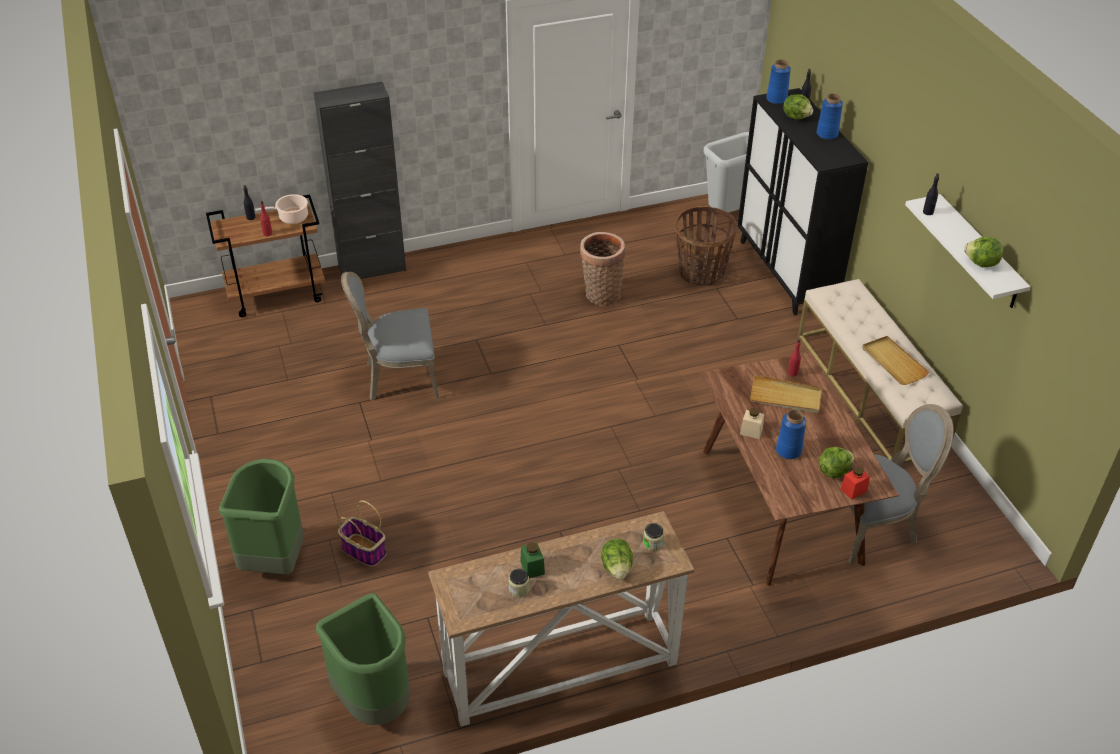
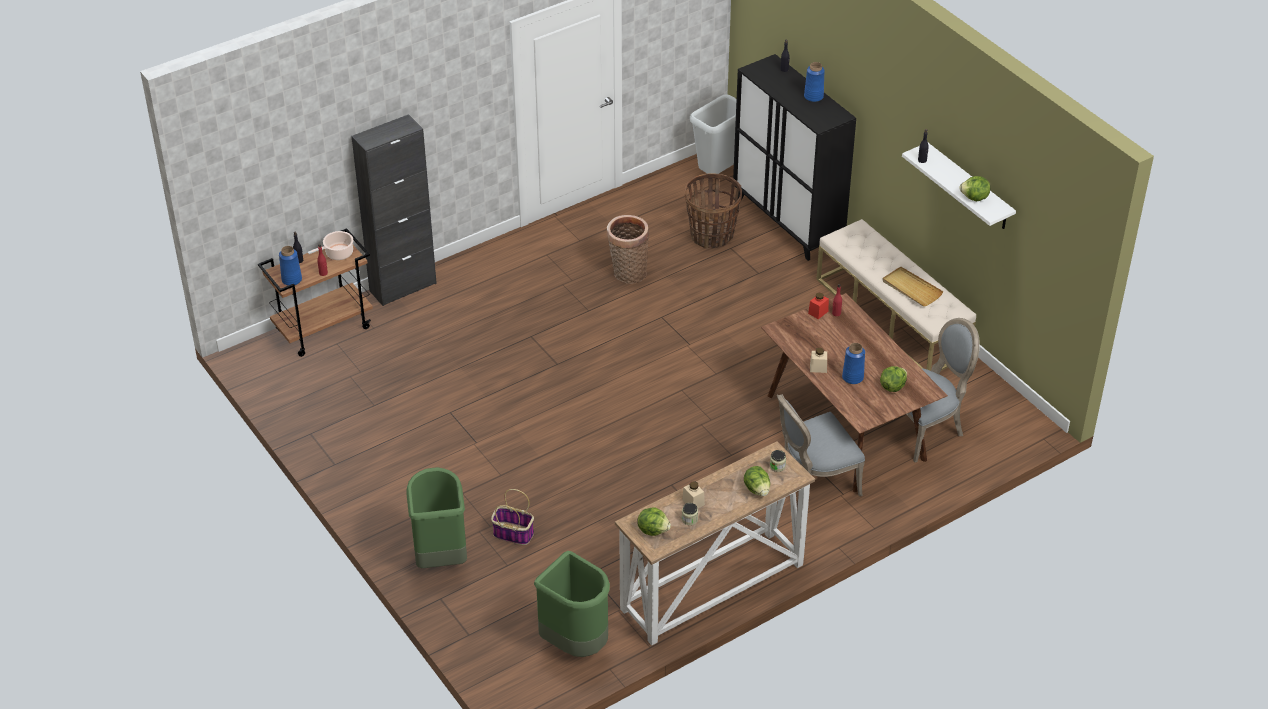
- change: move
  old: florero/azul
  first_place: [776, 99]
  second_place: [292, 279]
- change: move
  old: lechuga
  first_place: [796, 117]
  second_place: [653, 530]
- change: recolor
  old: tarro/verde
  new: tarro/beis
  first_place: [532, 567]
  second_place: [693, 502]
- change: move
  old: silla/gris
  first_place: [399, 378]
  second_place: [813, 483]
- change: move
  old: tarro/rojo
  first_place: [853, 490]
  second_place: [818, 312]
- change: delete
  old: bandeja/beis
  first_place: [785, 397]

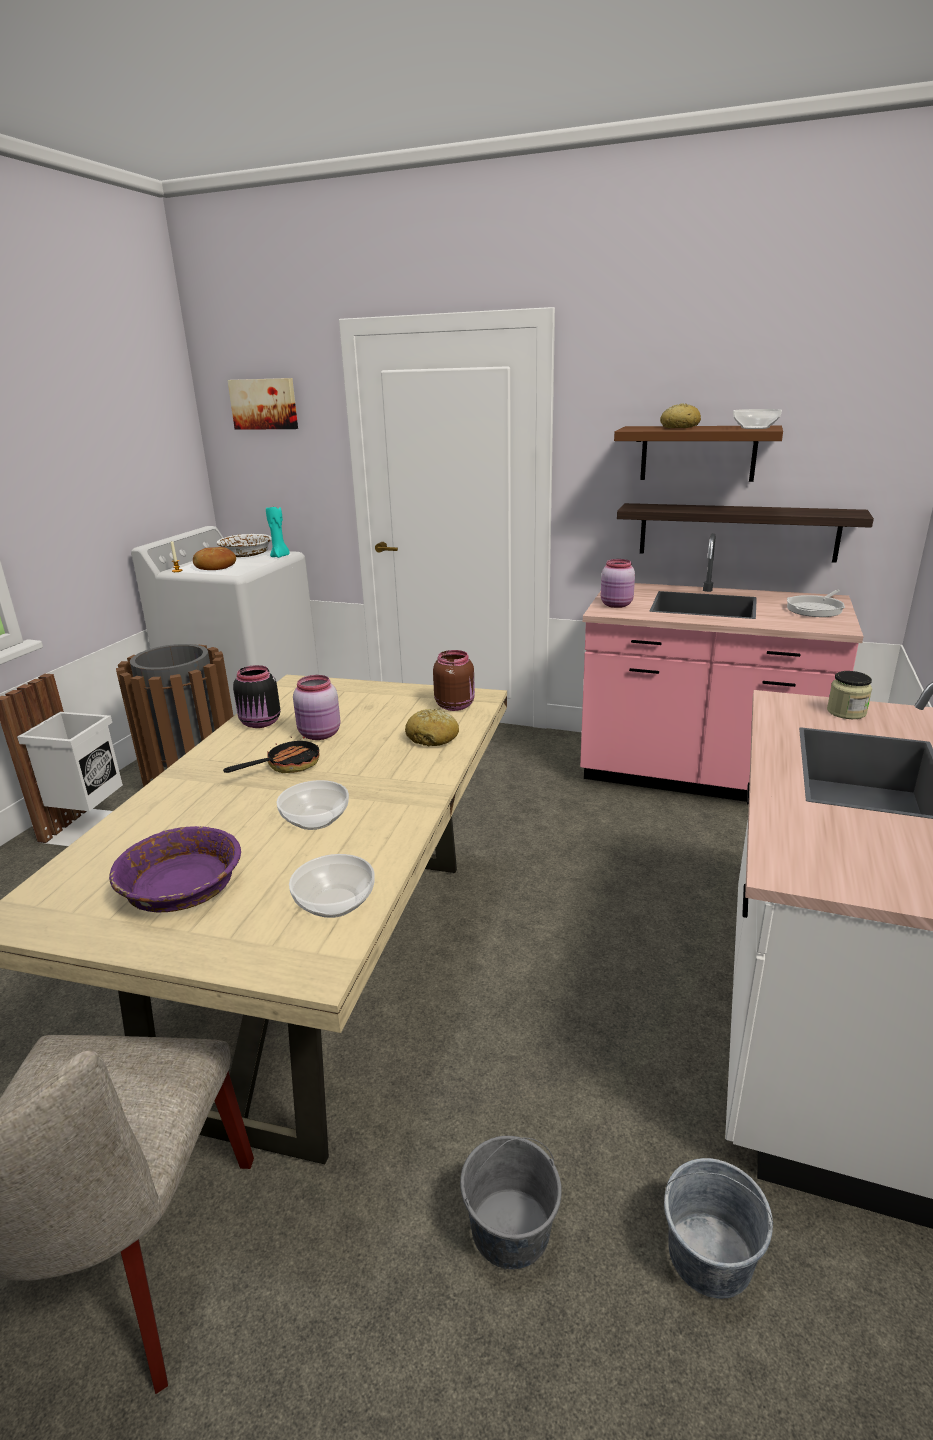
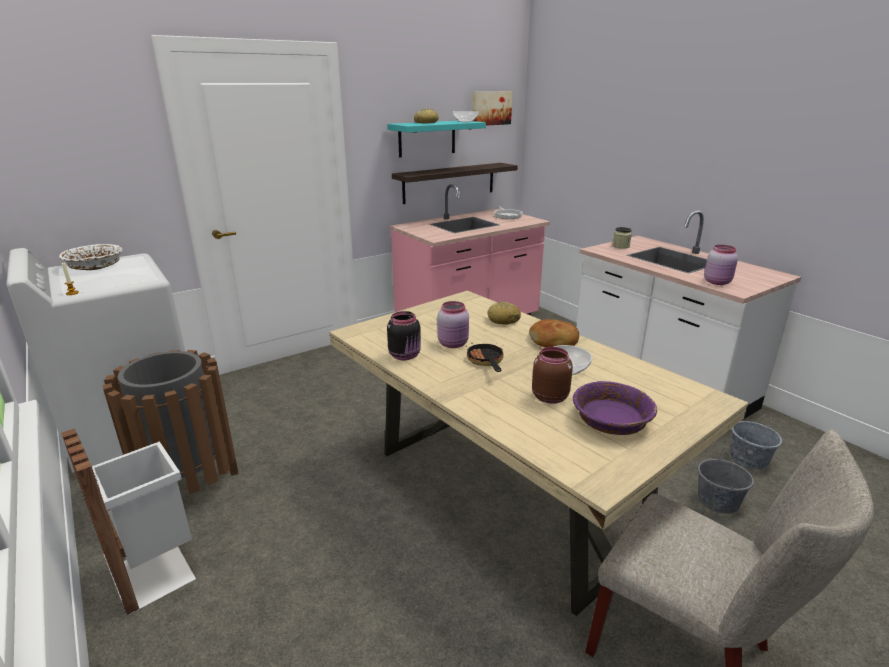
- change: recolor
  old: estante/marrón
  new: estante/turquesa
  first_place: [698, 453]
  second_place: [427, 138]
- change: move
  old: cuadro
  first_place: [264, 404]
  second_place: [490, 108]
- change: move
  old: pan
  first_place: [215, 567]
  second_place: [554, 342]
- change: move
  old: tarro/marrón
  first_place: [455, 705]
  second_place: [549, 397]
- change: move
  old: tarro/rosa
  first_place: [617, 605]
  second_place: [718, 282]
- change: delete
  old: vela/turquesa
  first_place: [280, 556]
- change: delete
  old: cuenco
  first_place: [336, 903]

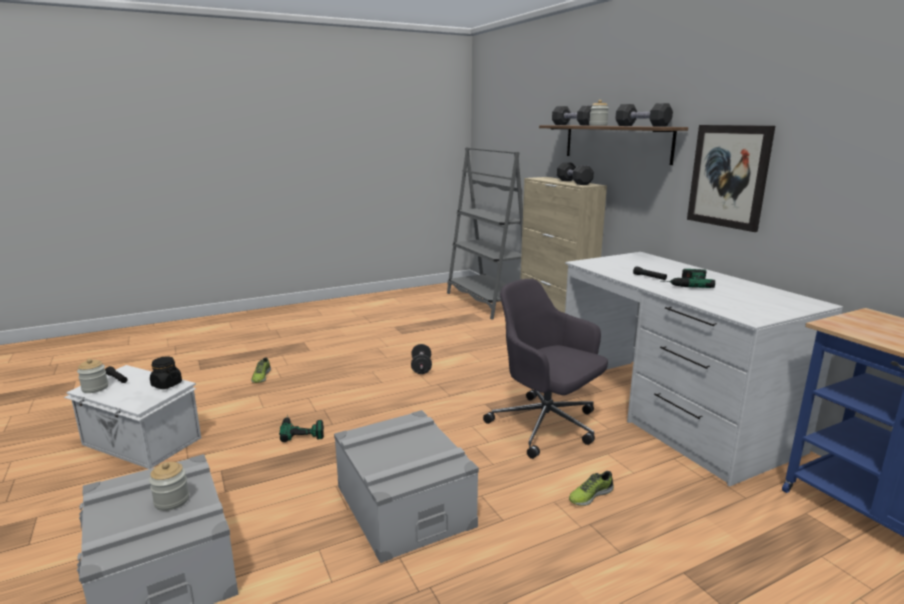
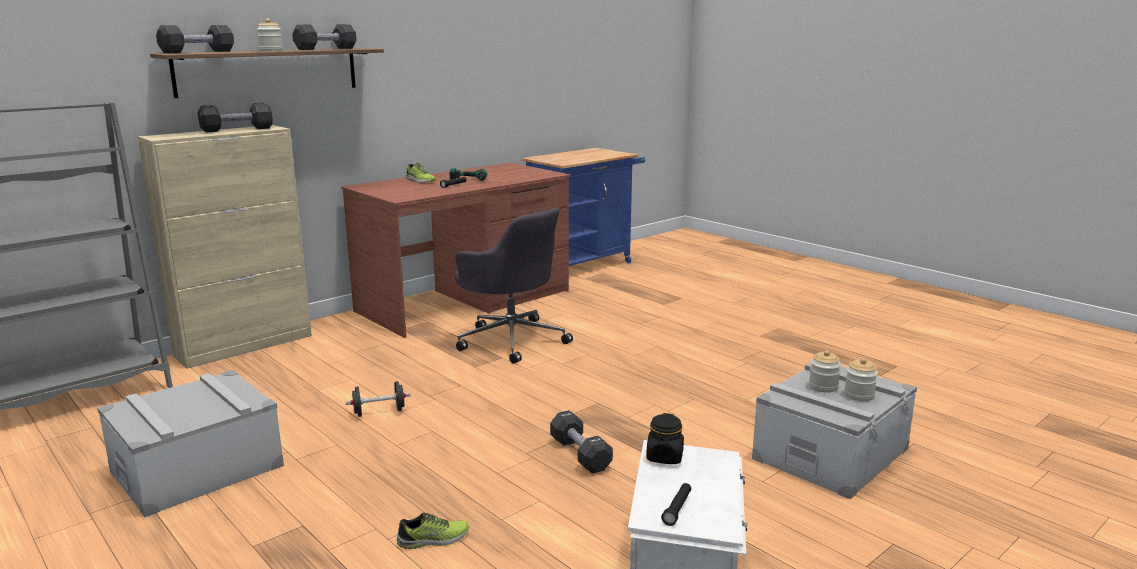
- change: move
  old: caja de almacenaje/gris
  first_place: [404, 506]
  second_place: [197, 469]
- change: recolor
  old: escritorio/blanco
  new: escritorio/marrón
  first_place: [669, 412]
  second_place: [465, 301]
- change: move
  old: zapato
  first_place: [590, 495]
  second_place: [420, 181]
- change: rotate
  old: silla de oficina/gris
  first_place: [546, 426]
  second_place: [511, 339]
  degrees: -75
- change: replace
  old: taladro
  new: mancuerna/negro
  first_place: [302, 428]
  second_place: [580, 454]
- change: move
  old: tarro
  first_place: [95, 388]
  second_place: [859, 395]
- change: delete
  old: cuadro
  first_place: [728, 176]

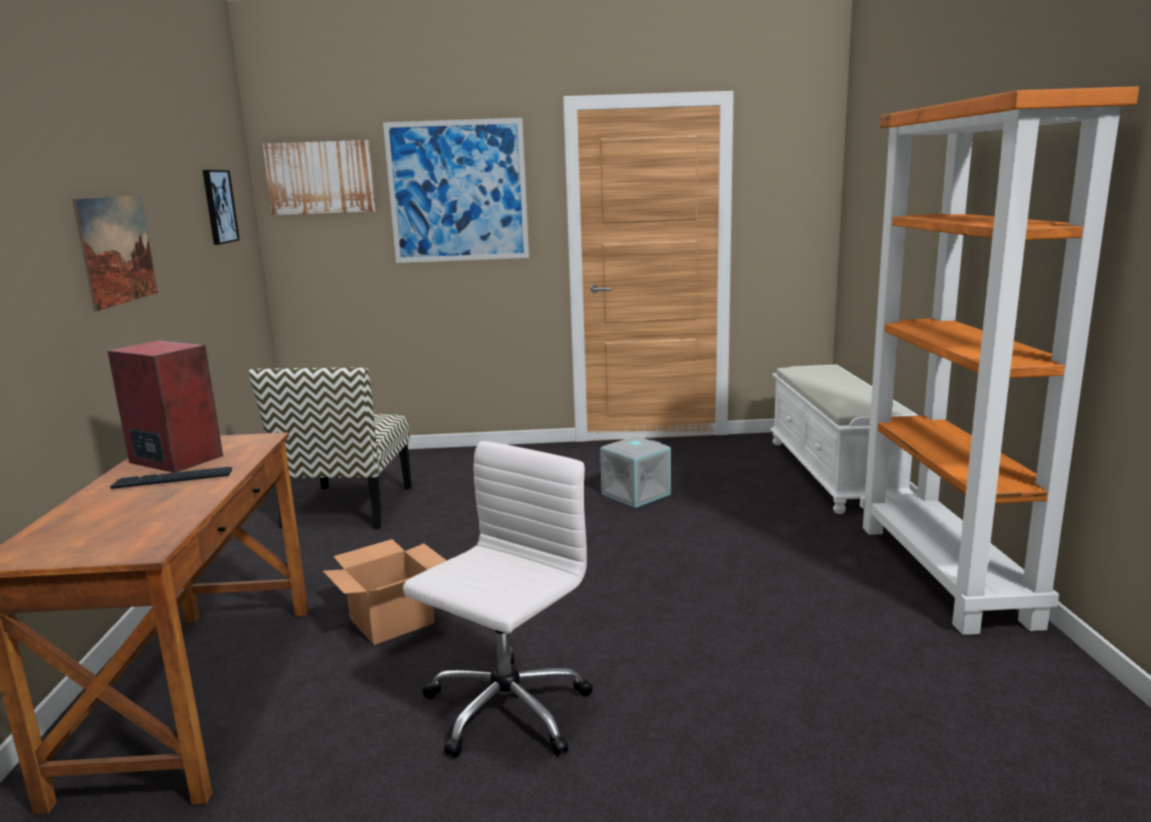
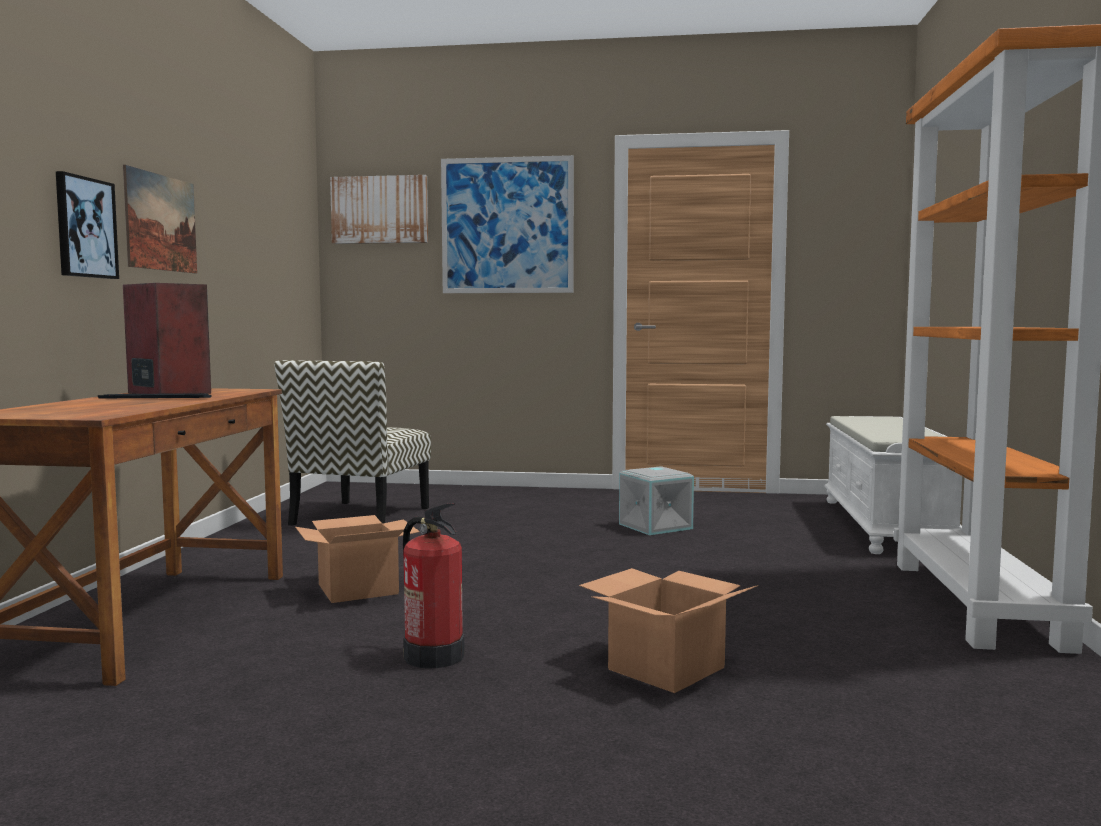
- change: move
  old: cuadro
  first_place: [219, 206]
  second_place: [85, 227]
- change: replace
  old: silla de oficina/blanco
  new: extintor
  first_place: [504, 711]
  second_place: [433, 656]
- change: insert
  new: caja de cartón
  second_place: [666, 669]

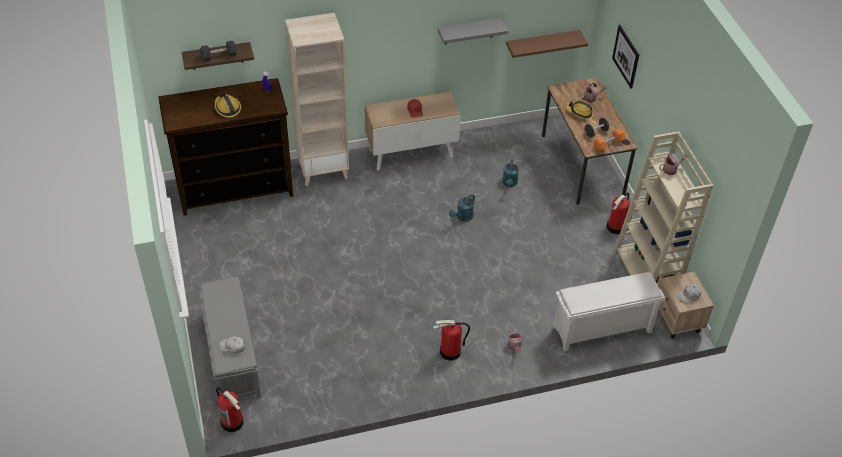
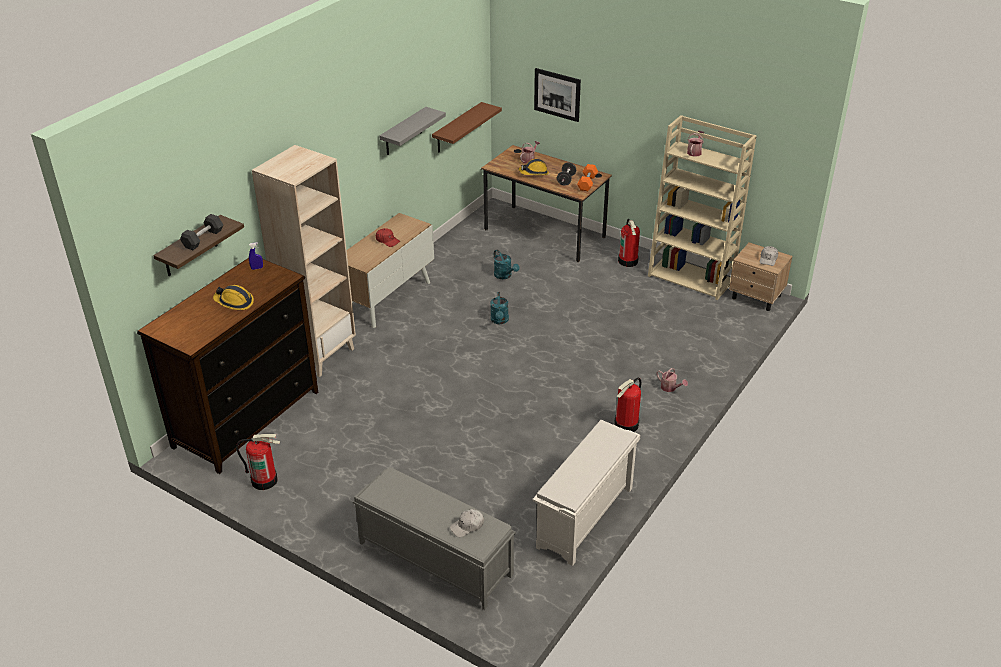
- change: move
  old: extintor
  first_place: [232, 422]
  second_place: [264, 480]
- change: move
  old: zapatero/blanco
  first_place: [601, 330]
  second_place: [585, 518]

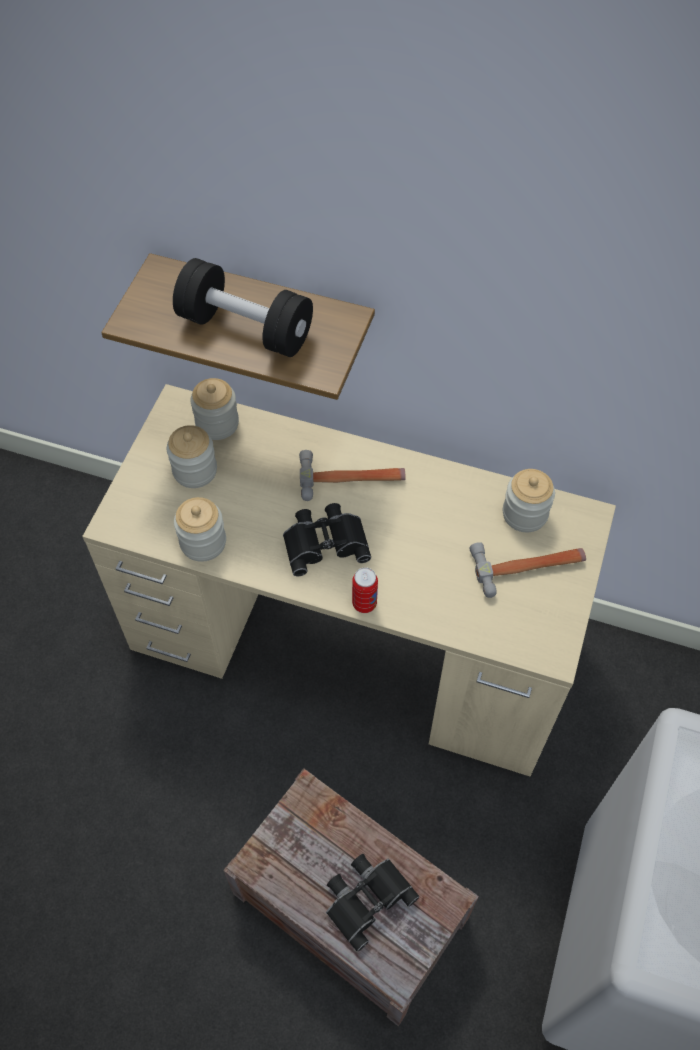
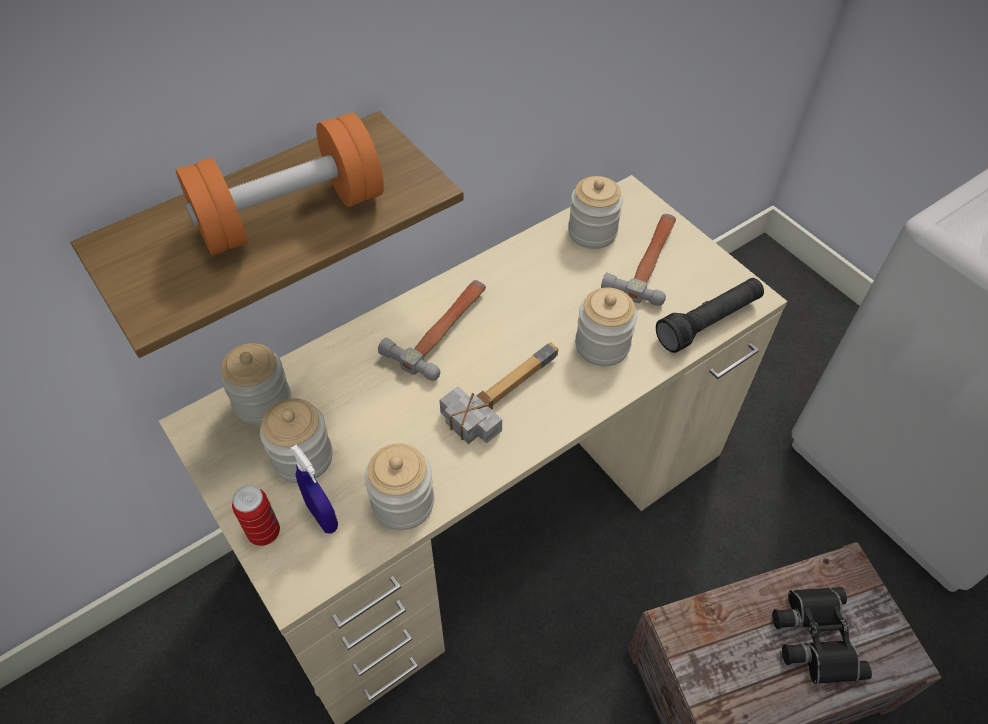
- change: recolor
  old: mancuerna/negro
  new: mancuerna/naranja
  first_place: [245, 328]
  second_place: [291, 215]
- change: move
  old: lata
  first_place: [364, 604]
  second_place: [264, 532]
- change: insert
  new: pulverizador/azul
  second_place: [322, 516]
- change: replace
  old: prismáticos/negro
  new: martillo
  first_place: [325, 541]
  second_place: [497, 392]
- change: insert
  new: tarro
  second_place: [602, 345]
- change: insert
  new: linterna/negro
  second_place: [709, 322]

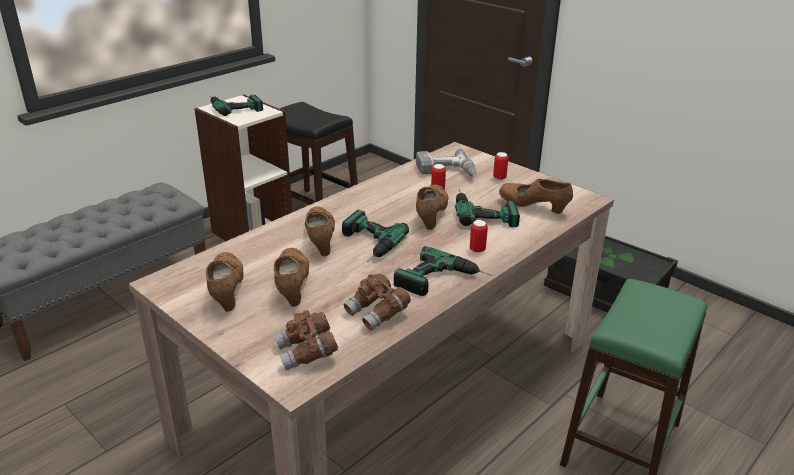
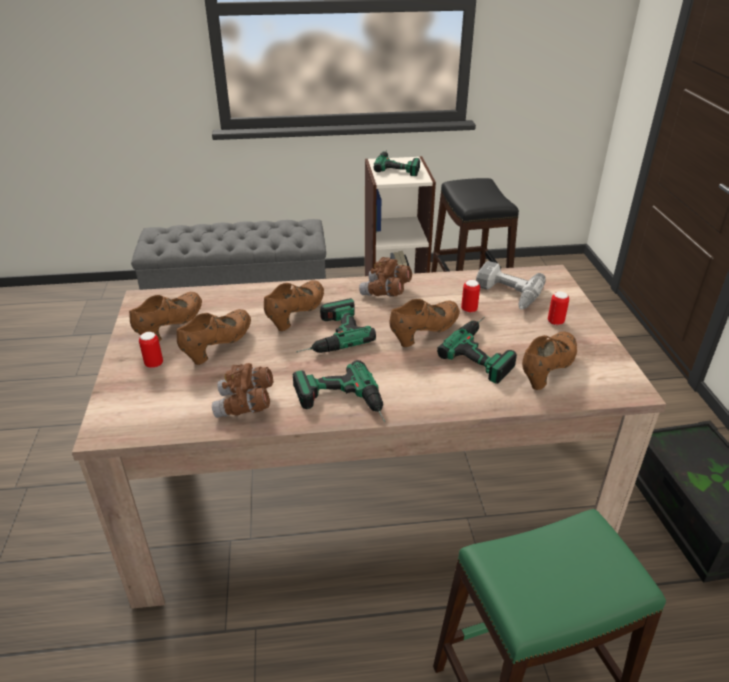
- change: move
  old: lata
  first_place: [477, 249]
  second_place: [154, 364]
- change: move
  old: prismáticos/marrón
  first_place: [307, 353]
  second_place: [385, 292]
- change: rotate
  old: zapato/marrón
  first_place: [533, 207]
  second_place: [547, 370]
  degrees: 60

